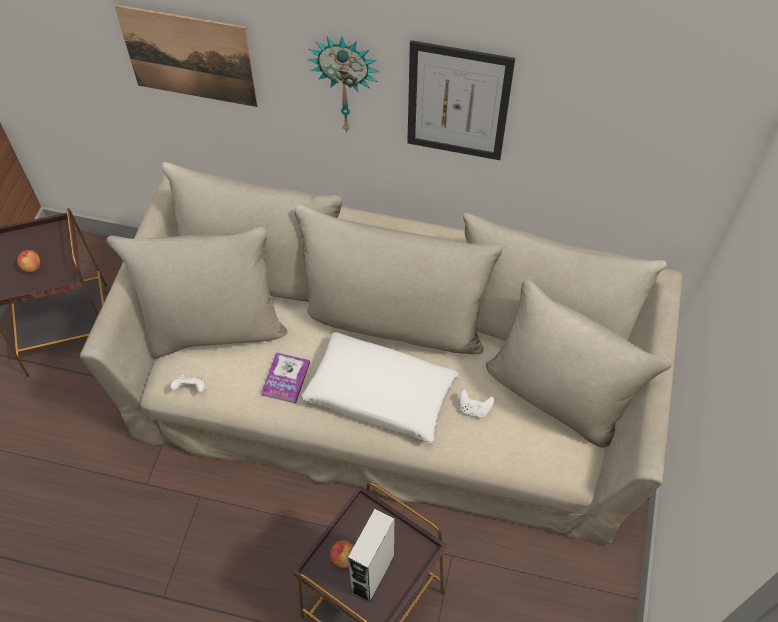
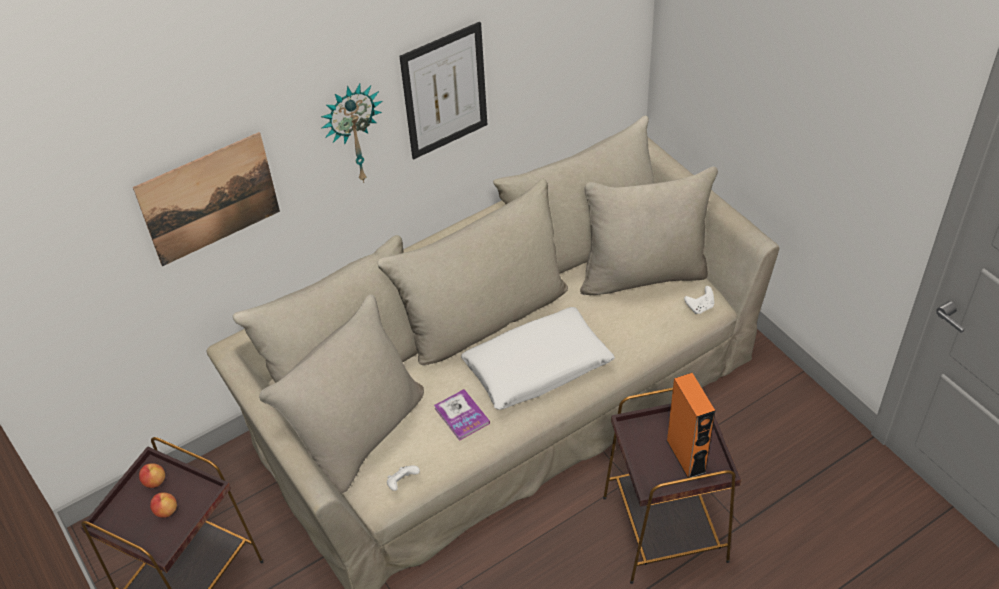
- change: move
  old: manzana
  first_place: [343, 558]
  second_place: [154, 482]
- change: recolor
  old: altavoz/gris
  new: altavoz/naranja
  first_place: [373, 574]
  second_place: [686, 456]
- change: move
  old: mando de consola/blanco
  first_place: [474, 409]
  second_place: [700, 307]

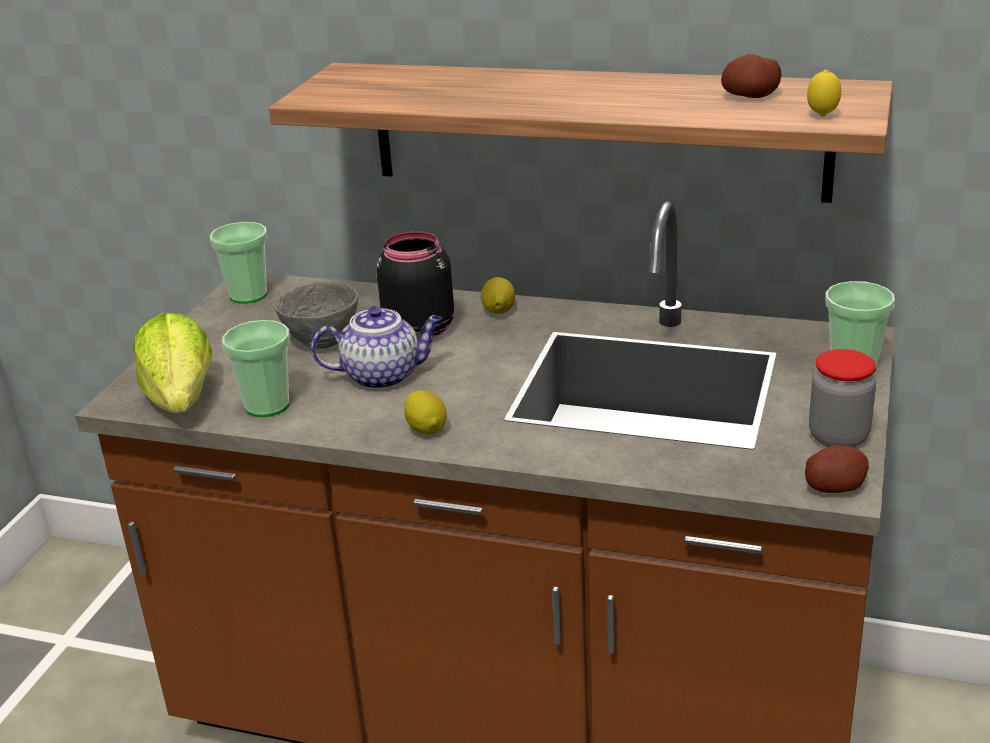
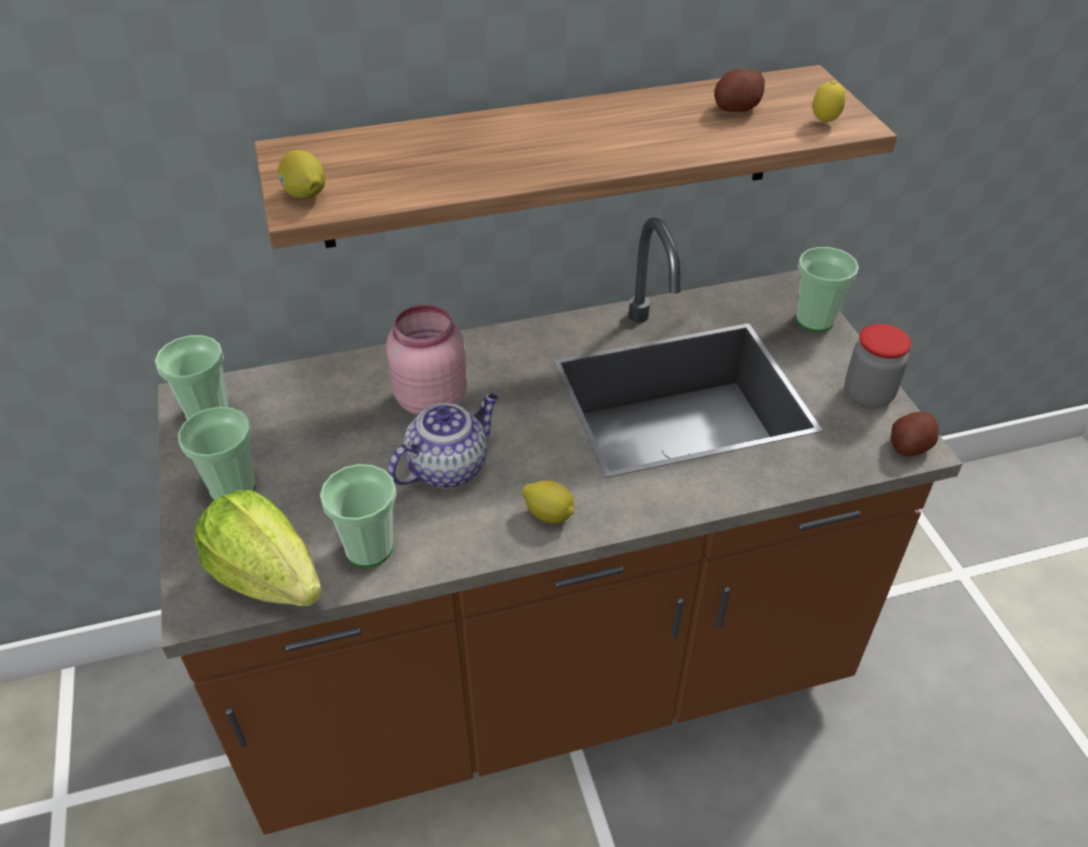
- change: insert
  new: taza
  second_place: [233, 488]
- change: move
  old: limón
  first_place: [498, 312]
  second_place: [305, 195]
- change: recolor
  old: tarro/negro
  new: tarro/rosa
  first_place: [418, 330]
  second_place: [429, 399]
- change: delete
  old: cuenco/gris
  first_place: [323, 343]

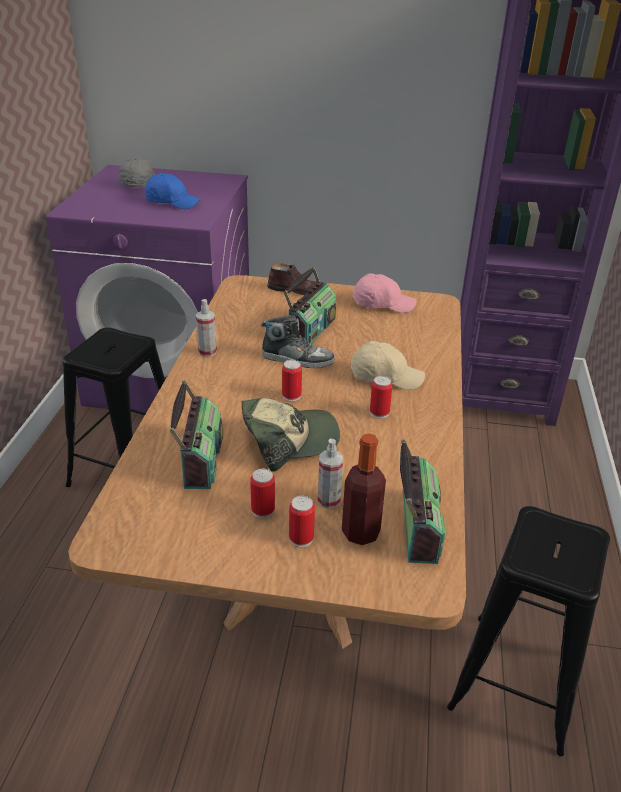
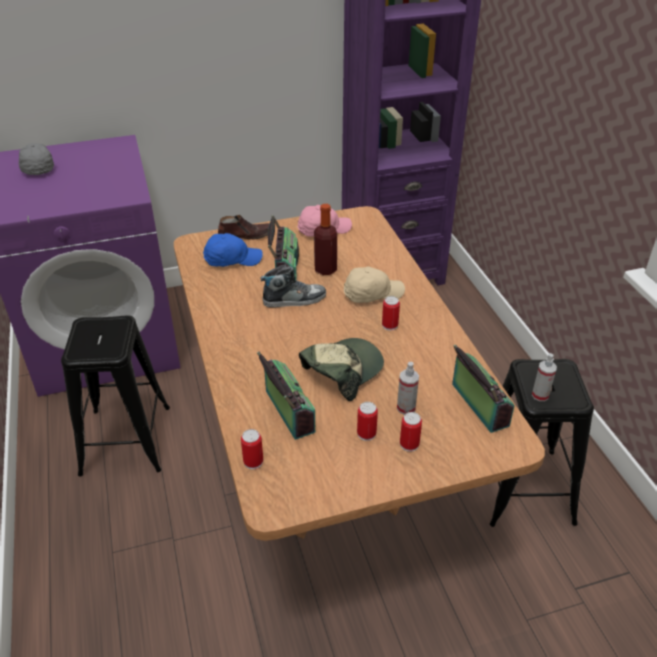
- change: move
  old: gorra/azul
  first_place: [172, 202]
  second_place: [232, 259]
- change: move
  old: lata
  first_place: [291, 396]
  second_place: [253, 462]
- change: move
  old: botella
  first_place: [360, 532]
  second_place: [325, 269]
- change: move
  old: pulverizador
  first_place: [207, 352]
  second_place: [540, 395]

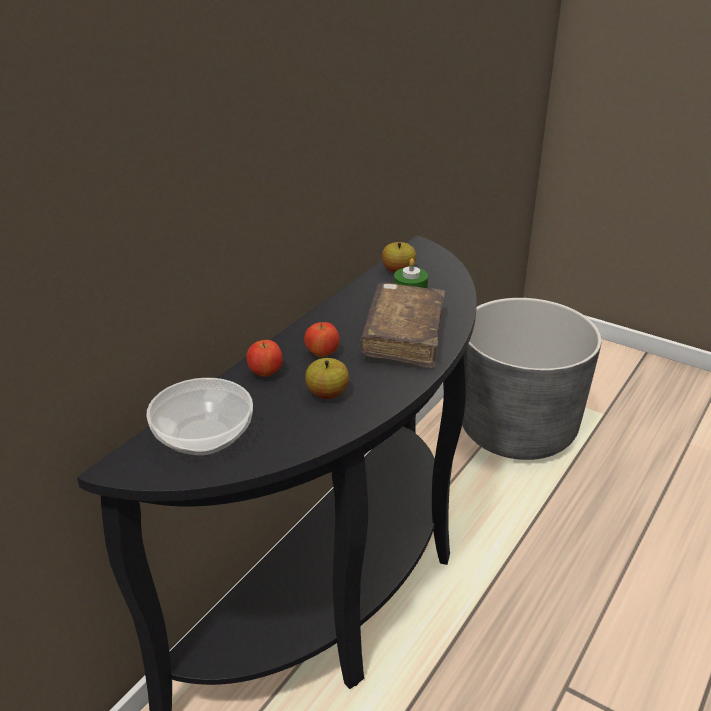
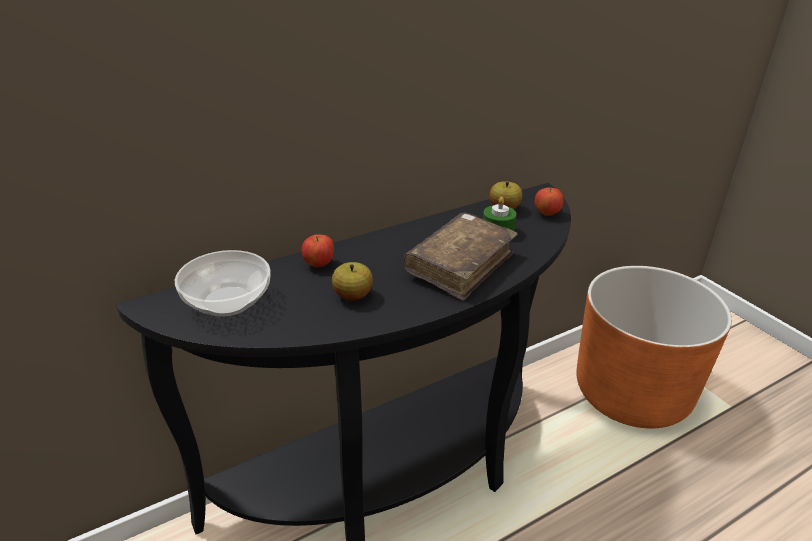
- change: move
  old: manzana
  first_place: [322, 354]
  second_place: [546, 214]
- change: recolor
  old: maceta/gris
  new: maceta/naranja
  first_place: [517, 429]
  second_place: [632, 393]

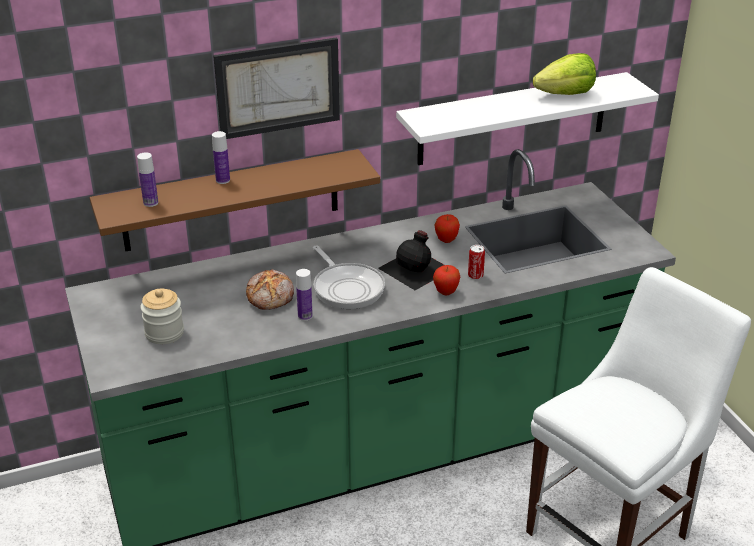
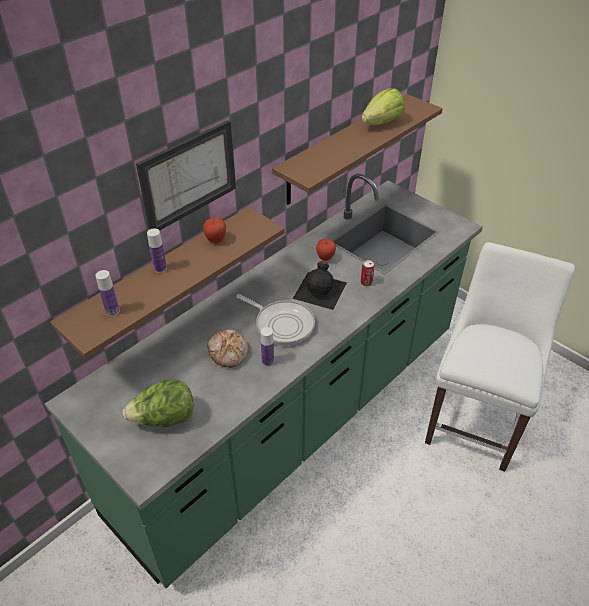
- change: replace
  old: tarro
  new: lechuga
  first_place: [164, 333]
  second_place: [164, 419]
- change: move
  old: manzana
  first_place: [446, 292]
  second_place: [216, 240]
- change: recolor
  old: estante/blanco
  new: estante/marrón
  first_place: [513, 119]
  second_place: [343, 149]

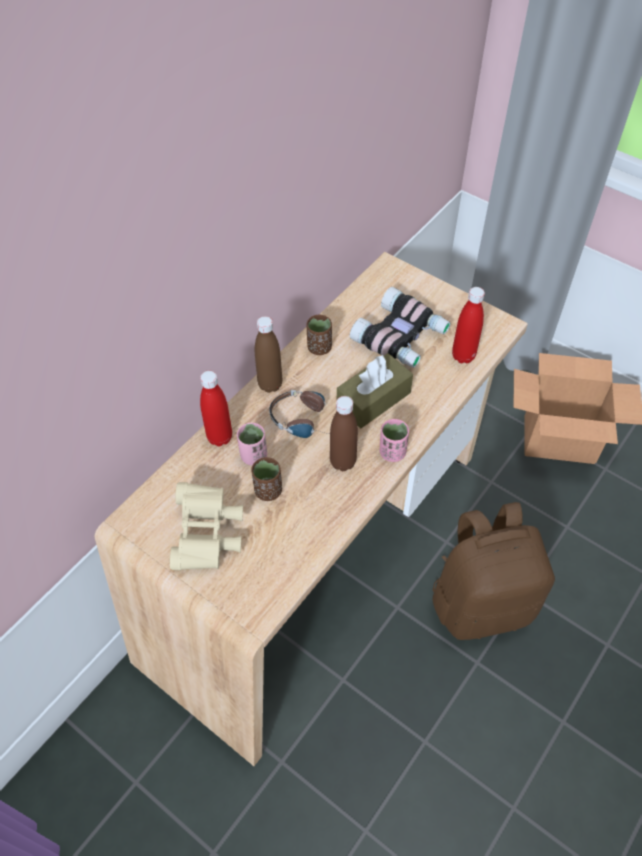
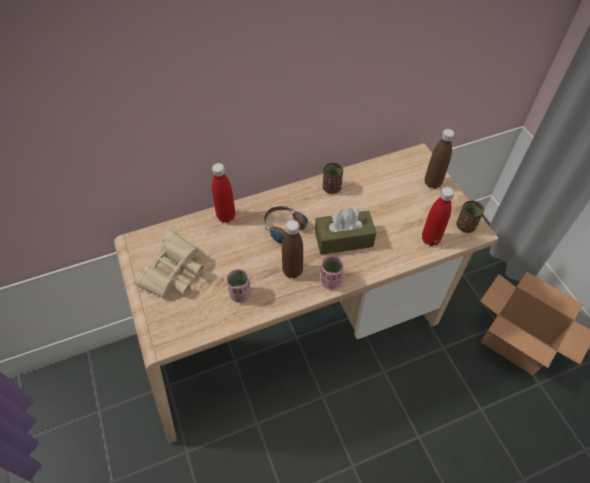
- change: move
  old: taza/rosa
  first_place: [253, 456]
  second_place: [240, 294]
- change: move
  old: botella/marrón
  first_place: [270, 384]
  second_place: [432, 183]
- change: move
  old: taza/marrón
  first_place: [268, 490]
  second_place: [465, 226]
- change: delete
  old: prismáticos
  first_place: [401, 337]
- change: delete
  old: mochila/marrón
  first_place: [482, 602]

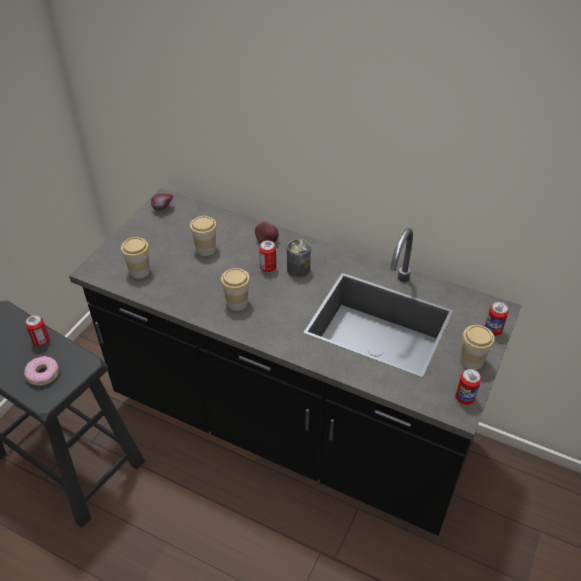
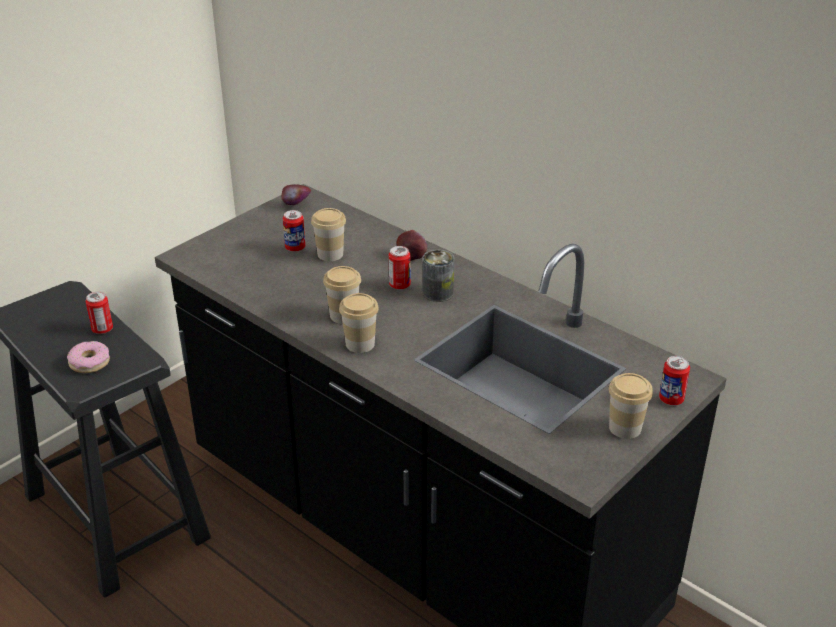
- change: move
  old: lata
  first_place: [464, 398]
  second_place: [295, 248]
- change: move
  old: taza
  first_place: [139, 271]
  second_place: [360, 344]

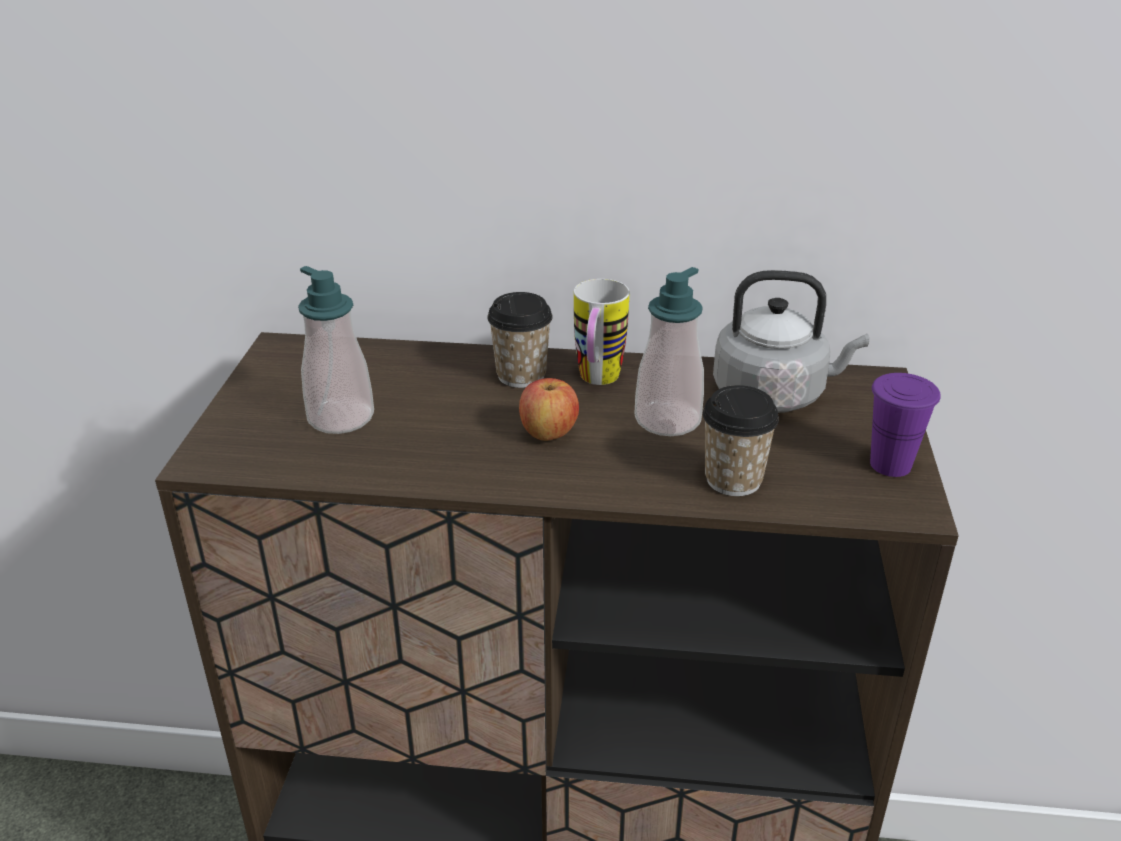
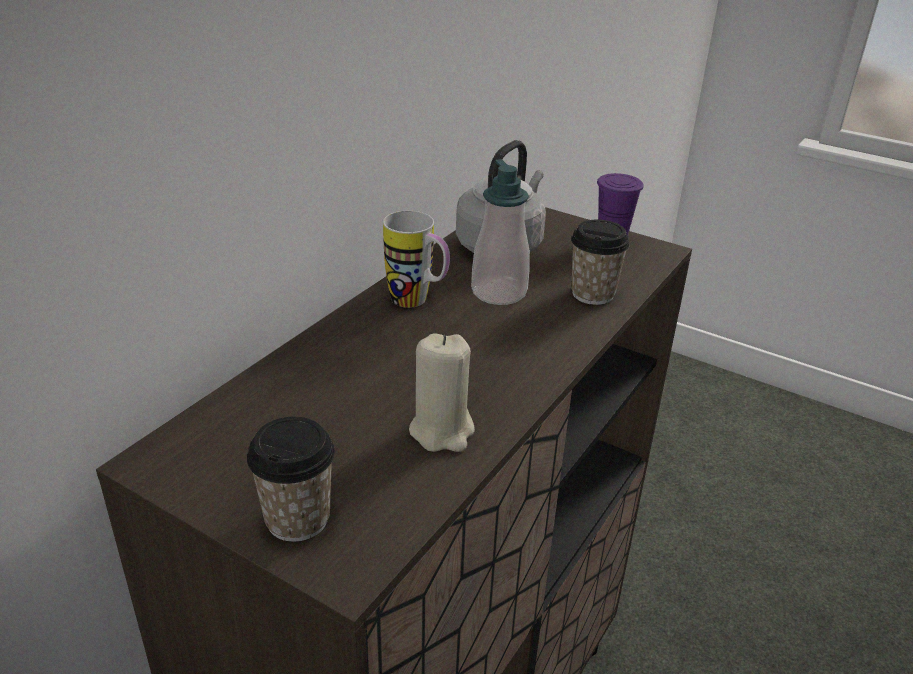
- change: move
  old: taza
  first_place: [521, 375]
  second_place: [297, 519]
- change: insert
  new: vela/beis
  second_place: [442, 431]
- change: delete
  old: dispensador de jabón
  first_place: [341, 417]
- change: delete
  old: manzana
  first_place: [548, 433]

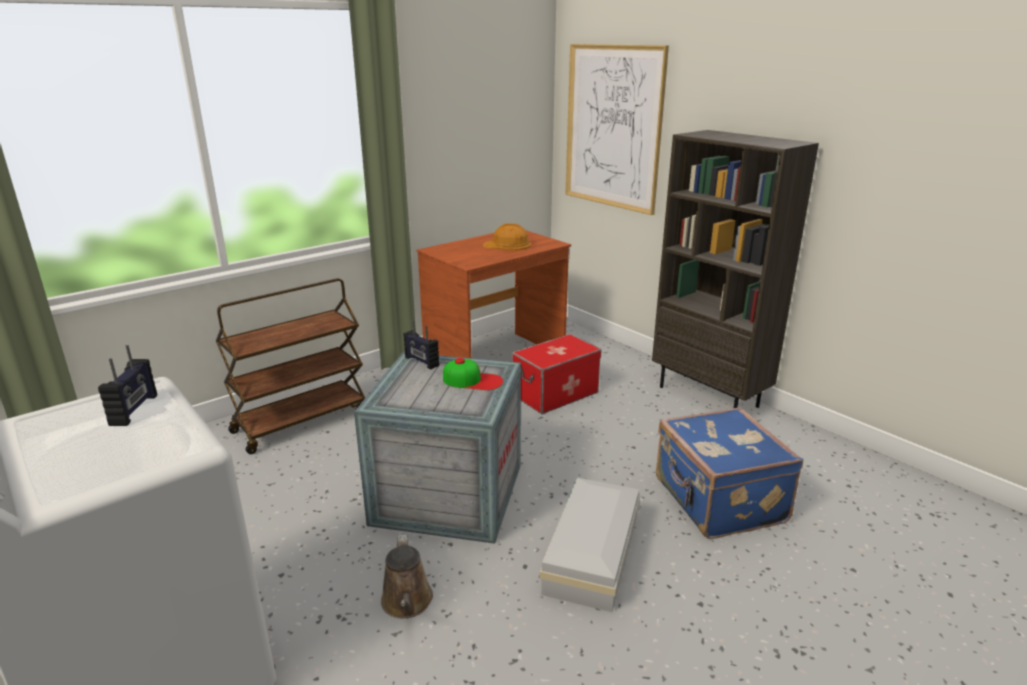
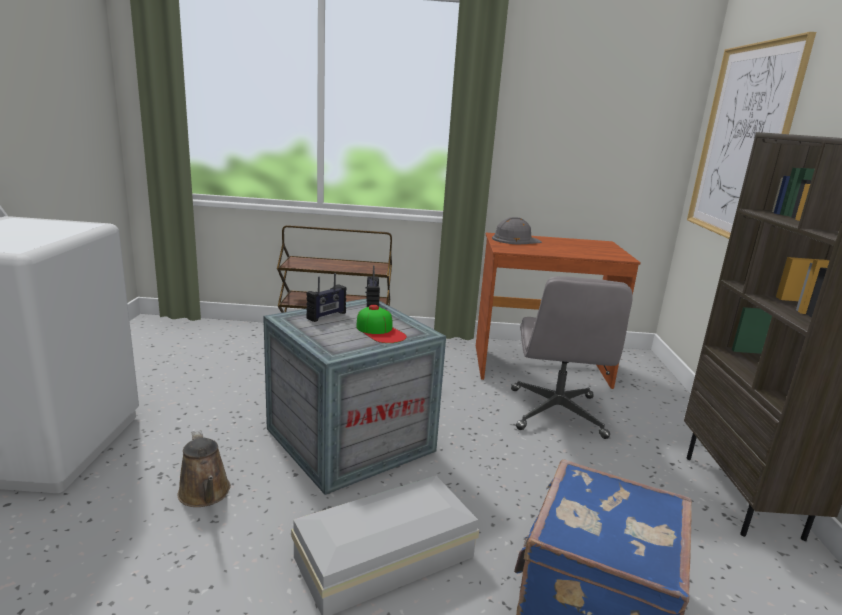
- change: rotate
  old: regadera/marrón
  first_place: [407, 603]
  second_place: [205, 494]
  degrees: -60
- change: move
  old: radio
  first_place: [135, 410]
  second_place: [327, 316]
- change: insert
  new: casco/gris
  second_place: [515, 240]
- change: replace
  old: caja de almacenaje
  new: silla de oficina/gris
  first_place: [555, 394]
  second_place: [556, 413]
- change: delete
  old: casco/naranja
  first_place: [507, 245]

